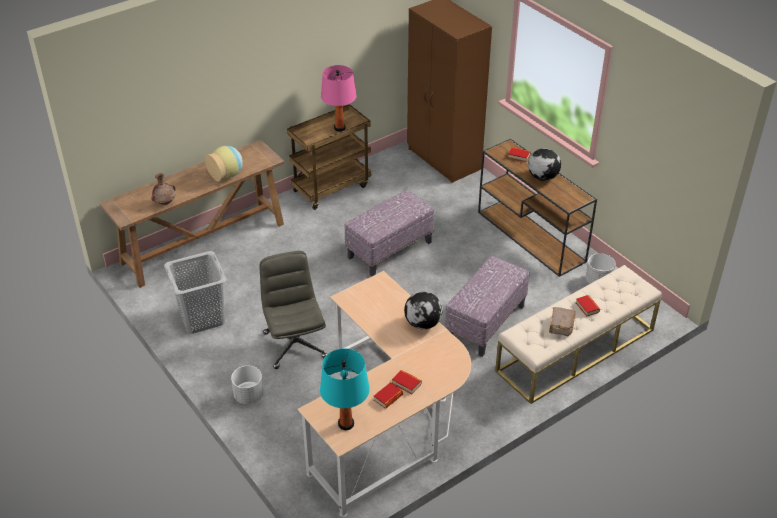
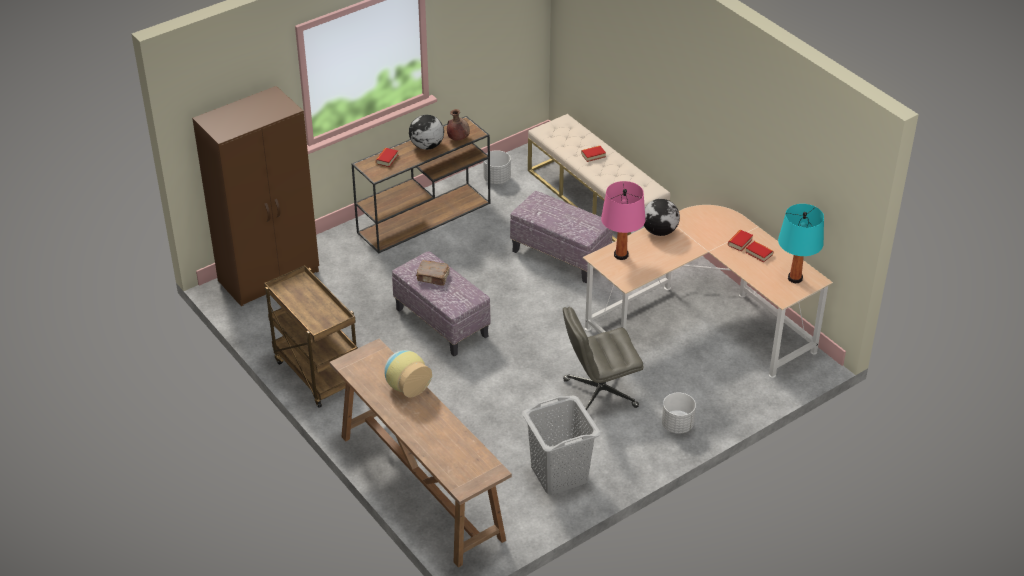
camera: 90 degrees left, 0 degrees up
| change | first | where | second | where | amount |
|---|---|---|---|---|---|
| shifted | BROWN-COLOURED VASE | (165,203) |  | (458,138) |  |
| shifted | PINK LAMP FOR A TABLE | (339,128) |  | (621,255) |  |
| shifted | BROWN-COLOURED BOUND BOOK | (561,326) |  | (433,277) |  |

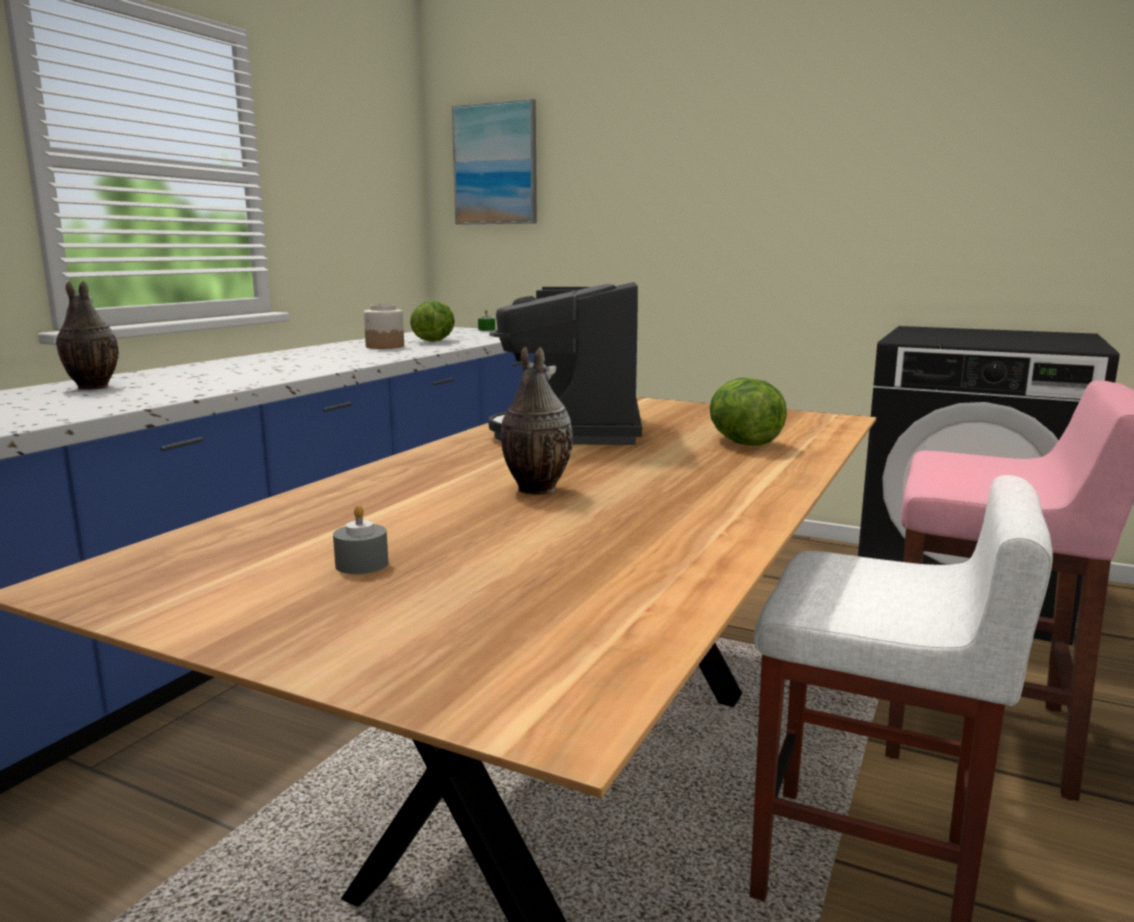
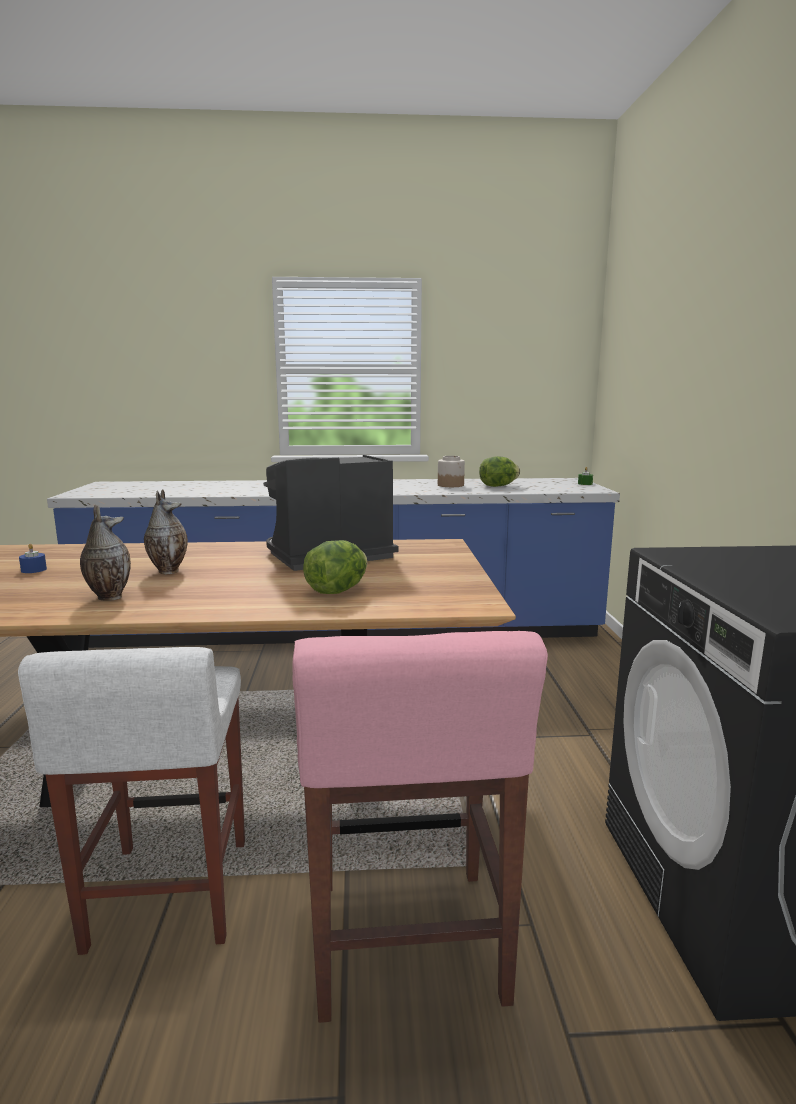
camera: 60 degrees right, 0 degrees up
| change | first | where | second | where | amount |
|---|---|---|---|---|---|
| gone | PICTURE | (496,164) |  |  |  |
| shifted | VASE | (91,387) |  | (108,597) |  |
| repainted | GRAY CANDLE | (362,564) | BLUE-COLOURED CANDLE | (34,570) |  |

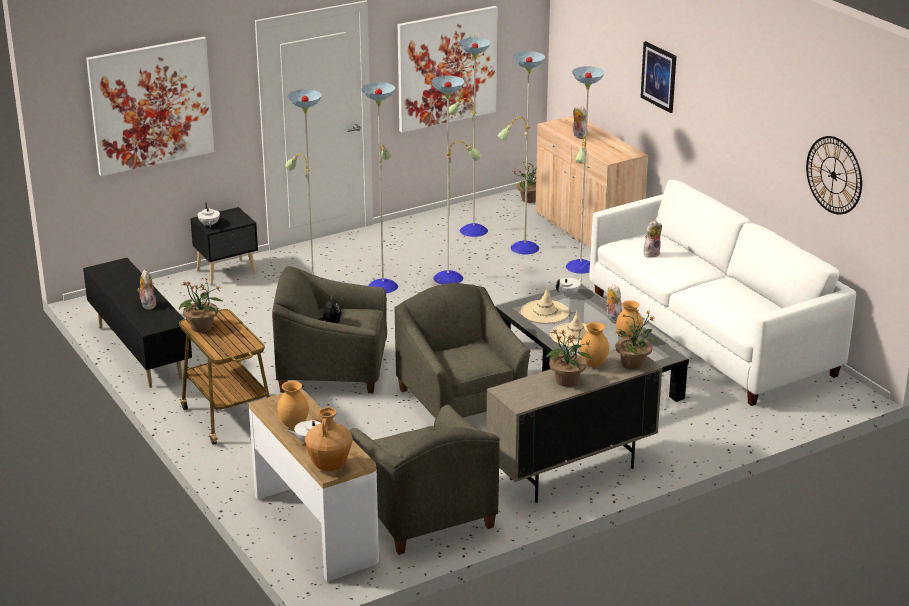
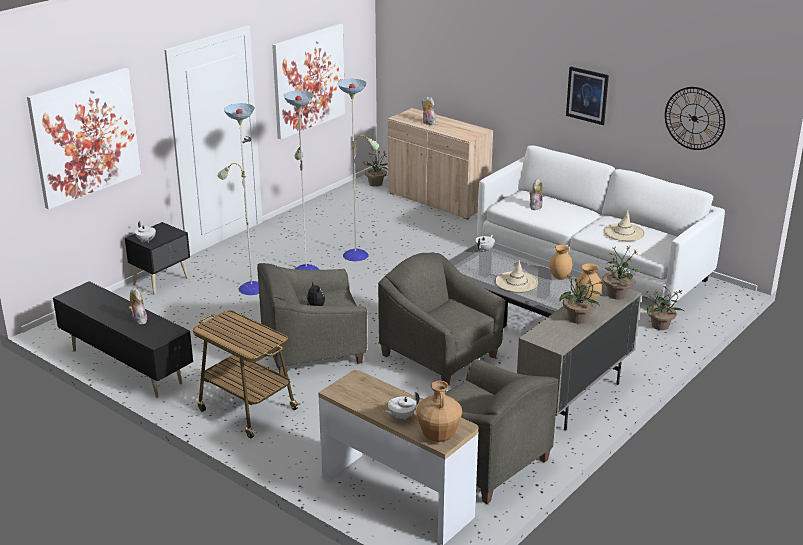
camera: 20 degrees left, 0 degrees up
| change | first | where | second | where | amount |
|---|---|---|---|---|---|
| gone | BROWN-COLOURED VASE | (294,425) |  |  |  |
| gone | STANDING LAMP | (523,248) |  |  |  |
| gone | SOFT TOY | (612,319) |  |  |  |
| shifted | POTTED PLANT | (202,327) |  | (660,326) |  |
| shifted | BEIGE-COLOURED CLOTHING HAT | (544,312) |  | (624,232) |  |
| shifted | PICTURE | (659,76) |  | (587,95) |  |

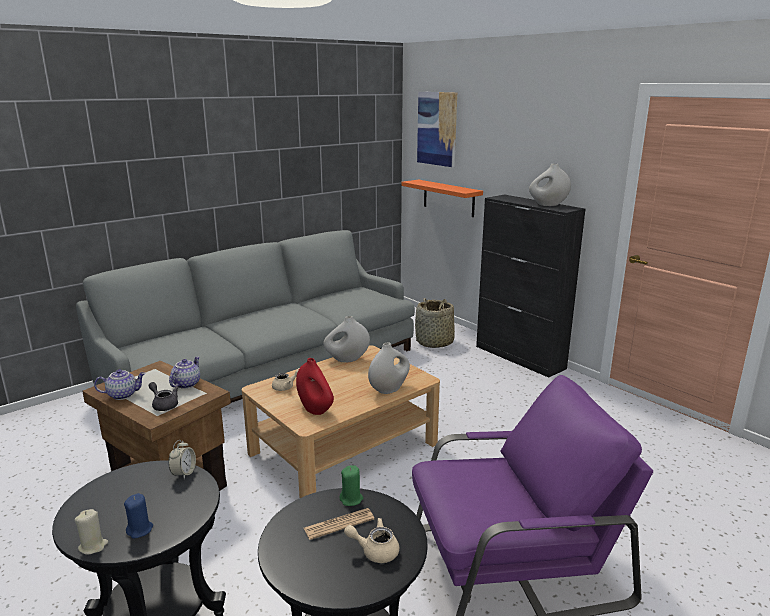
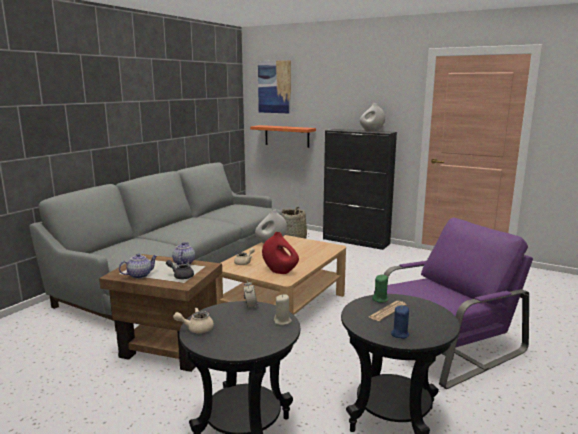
camera: 20 degrees left, 5 degrees down
| change | first | where | second | where | amount |
|---|---|---|---|---|---|
| gone | WHITE VASE | (389,389) |  |  |  |
| shifted | BEIGE-COLOURED CANDLE | (93,546) |  | (282,321) |  |
| shifted | BLUE-COLOURED CANDLE | (140,530) |  | (399,334) |  |
| shifted | BEIGE-COLOURED POT FOR TEA | (375,550) |  | (196,328) |  |

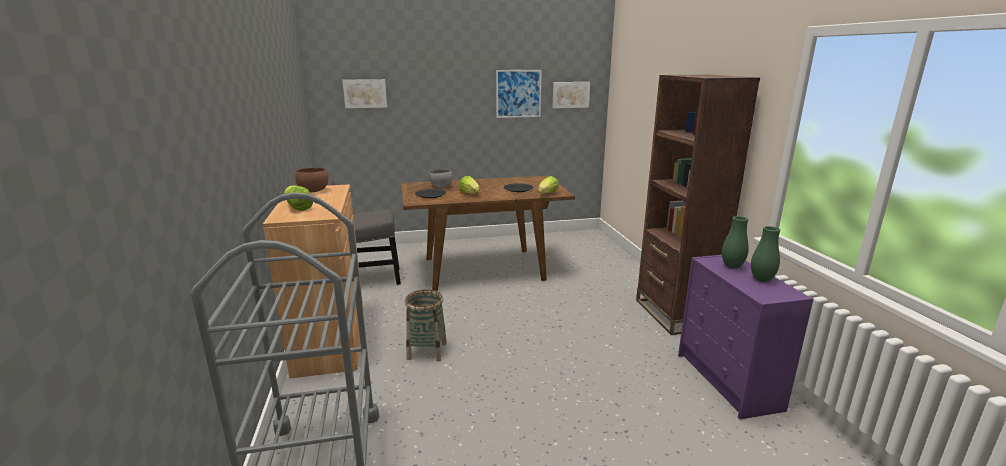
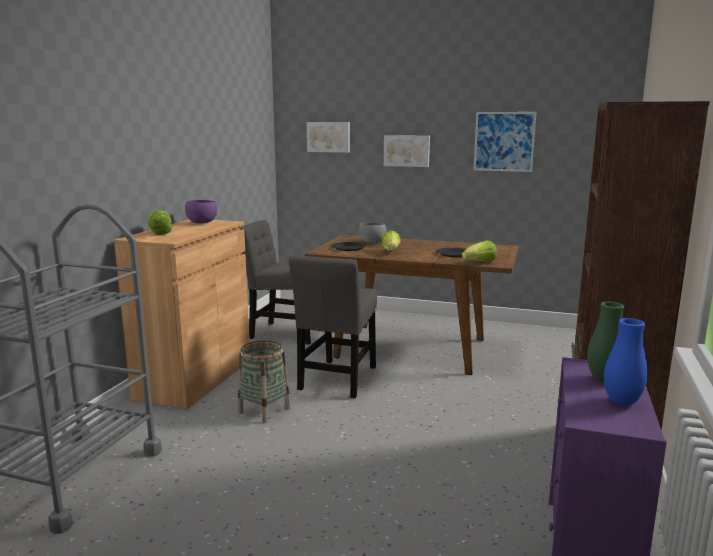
camera: 30 degrees right, 5 degrees down
| change | first | where | second | where | amount |
|---|---|---|---|---|---|
| new |  |  | GRAY PLAIN CHAIR | (337,380) |  |
| shifted | PICTURE | (570,94) |  | (406,150) |  |
| repainted | BROWN-COLOURED DEEP DISH | (313,191) | PURPLE DEEP DISH | (201,223) |  |
| repainted | GREEN VASE | (761,280) | BLUE-COLOURED VASE | (622,402) |  |

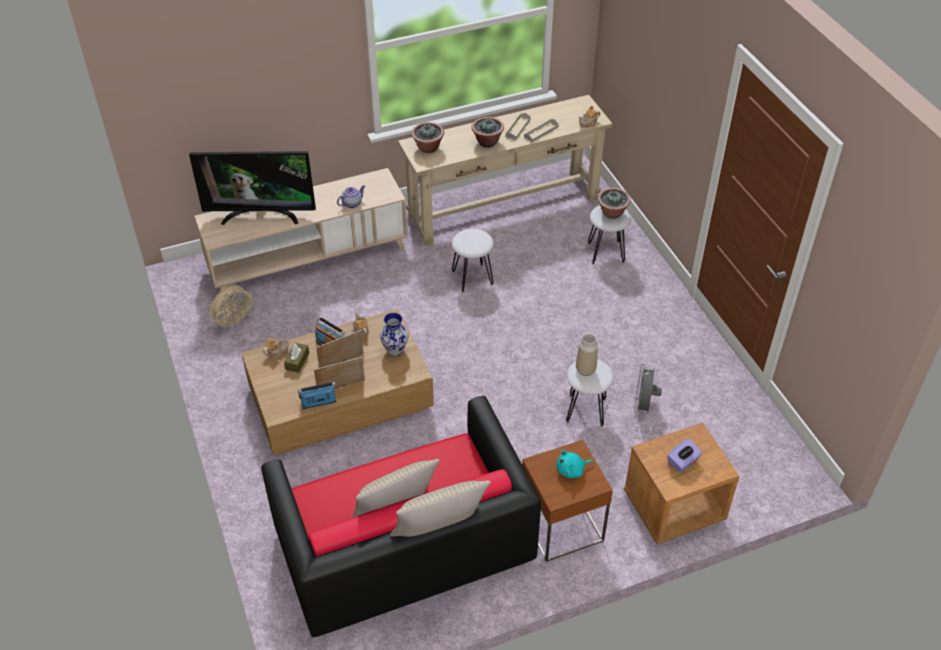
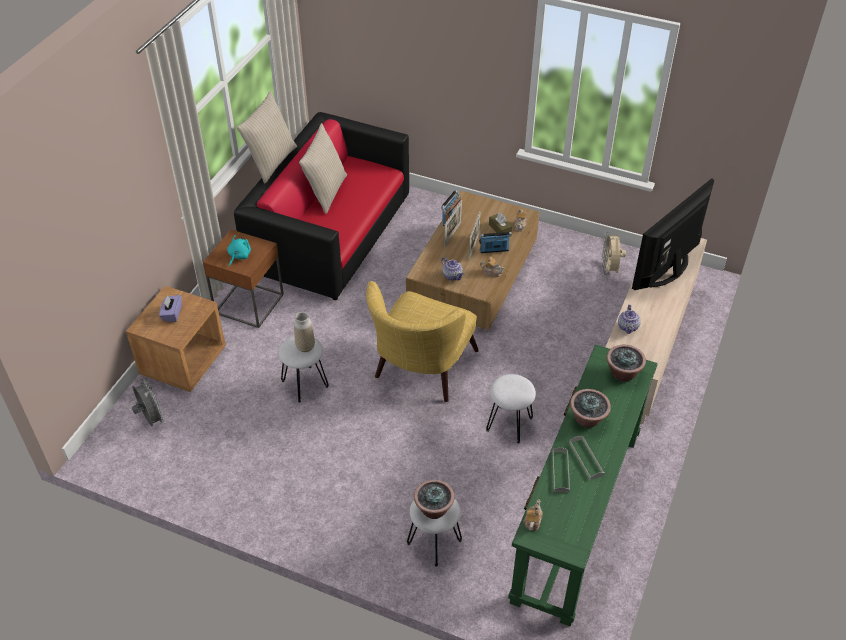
camera: 135 degrees right, 0 degrees up
| change | first | where | second | where | amount |
|---|---|---|---|---|---|
| new |  |  | YELLOW LOUNGE CHAIR | (420,371) |  |
| shifted | GRAY ELECTRIC FAN | (643,406) |  | (151,419) |  |
| swapped | VASE | (395,349) | POT FOR TEA | (452,276) |  |
| repainted | BEIGE-COLOURED NARROW TABLE | (504,208) | GREEN NARROW TABLE | (576,516) |  |

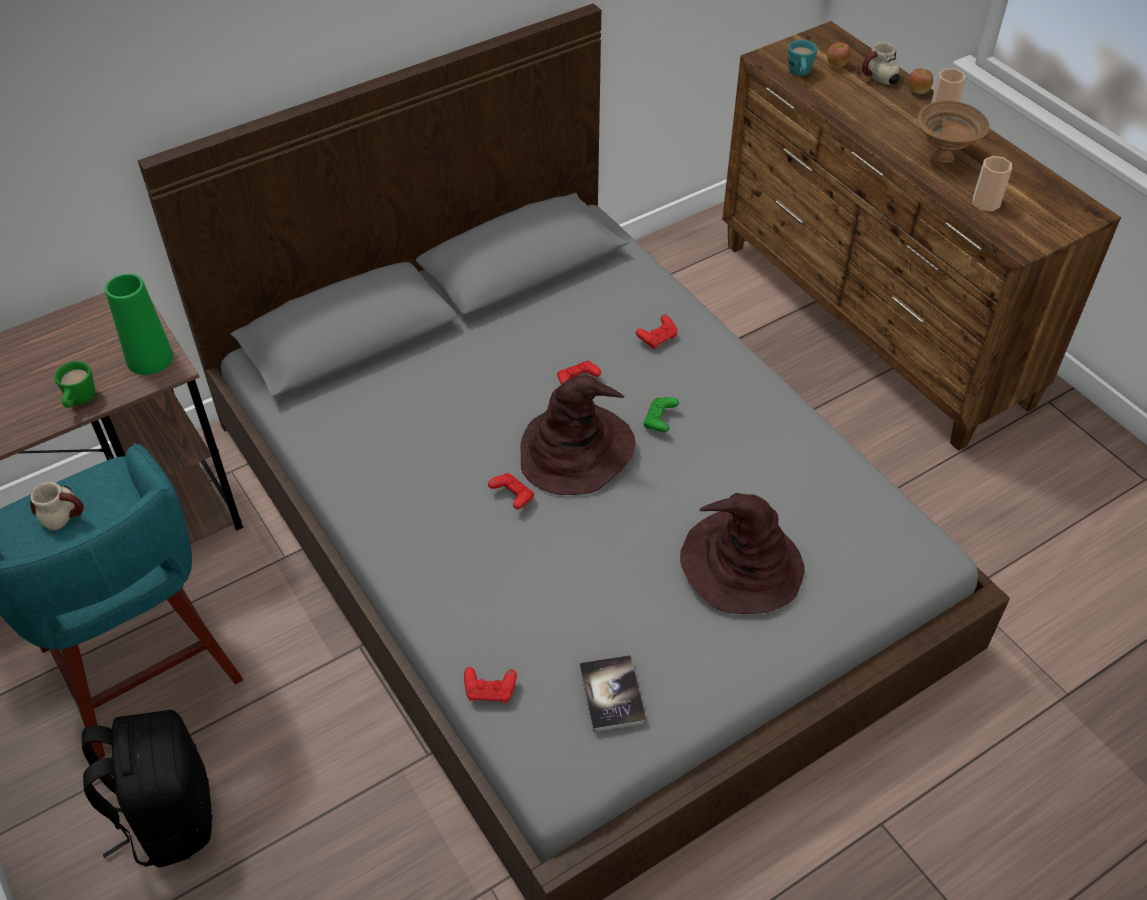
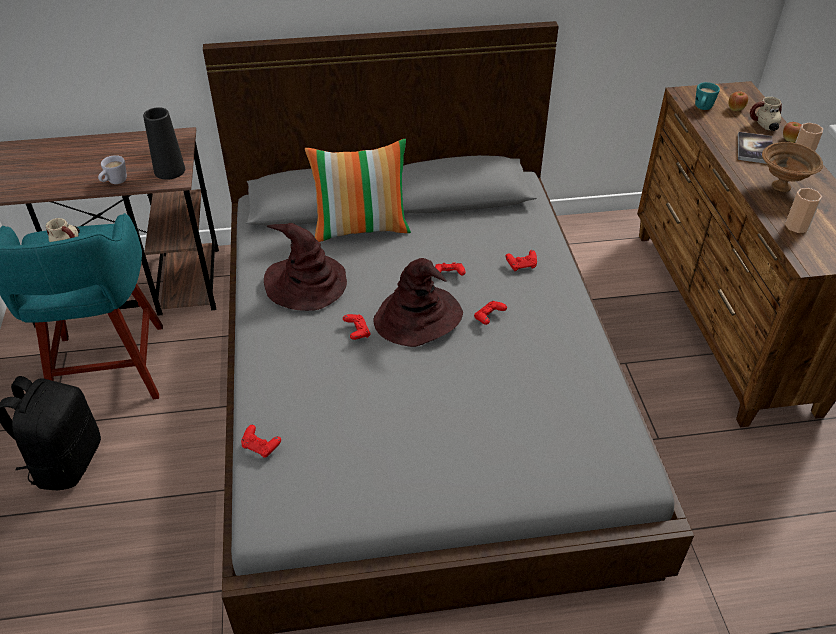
camera: 25 degrees right, 5 degrees down
| change | first | where | second | where | amount |
|---|---|---|---|---|---|
| new |  |  | PILLOW | (361,228) |  |
| shifted | BOUND BOOK | (612,694) |  | (754,149) |  |
| shifted | BROWN-COLOURED CLOTHING HAT | (740,564) |  | (307,284) |  |
| repainted | GREEN TEA MUG | (79,401) | WHITE TEA MUG | (114,182) |  |
| repainted | GREEN VASE | (150,358) | BLACK VASE | (169,170) |  |
| repainted | GREEN GAME CONTROLLER | (660,421) | RED-COLOURED GAME CONTROLLER | (489,318) |  |

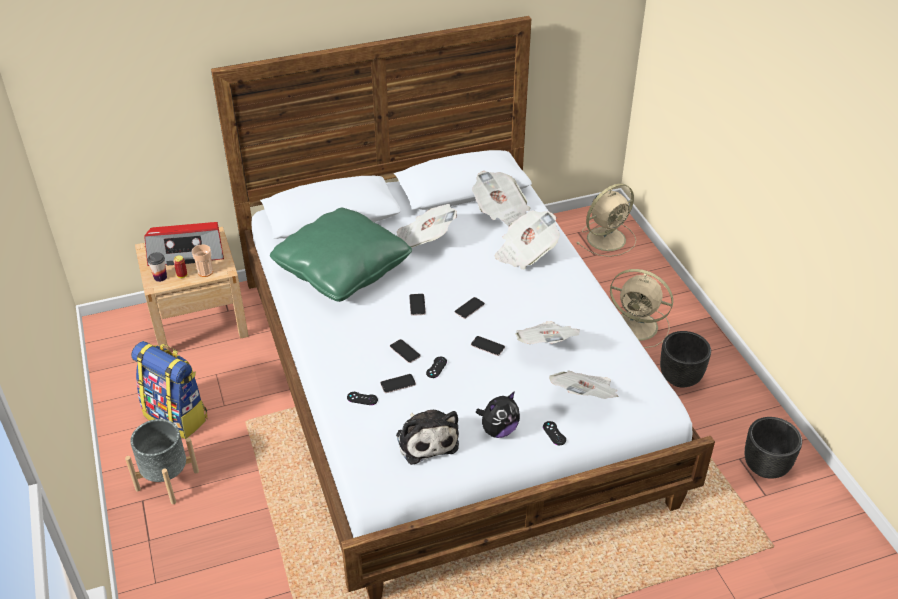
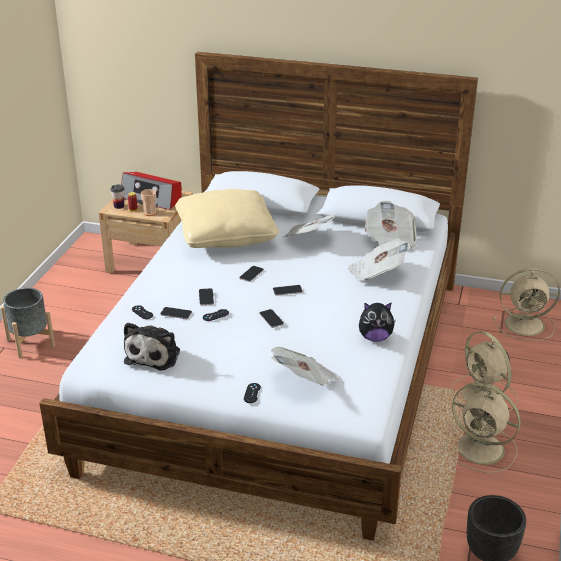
camera: 35 degrees right, 10 degrees down
| change | first | where | second | where | amount |
|---|---|---|---|---|---|
| gone | KNAPSACK | (177,416) |  |  |  |
| gone | PRINTED PAPER | (545,345) |  |  |  |
| shifted | SOFT TOY | (498,430) |  | (375,338) |  |
| swapped | BLACK PLANT POT | (680,377) | BEIGE-COLOURED ELECTRIC FAN | (482,449) |  |
| repainted | GREEN PILLOW | (342,269) | BEIGE-COLOURED PILLOW | (226,235) |  |

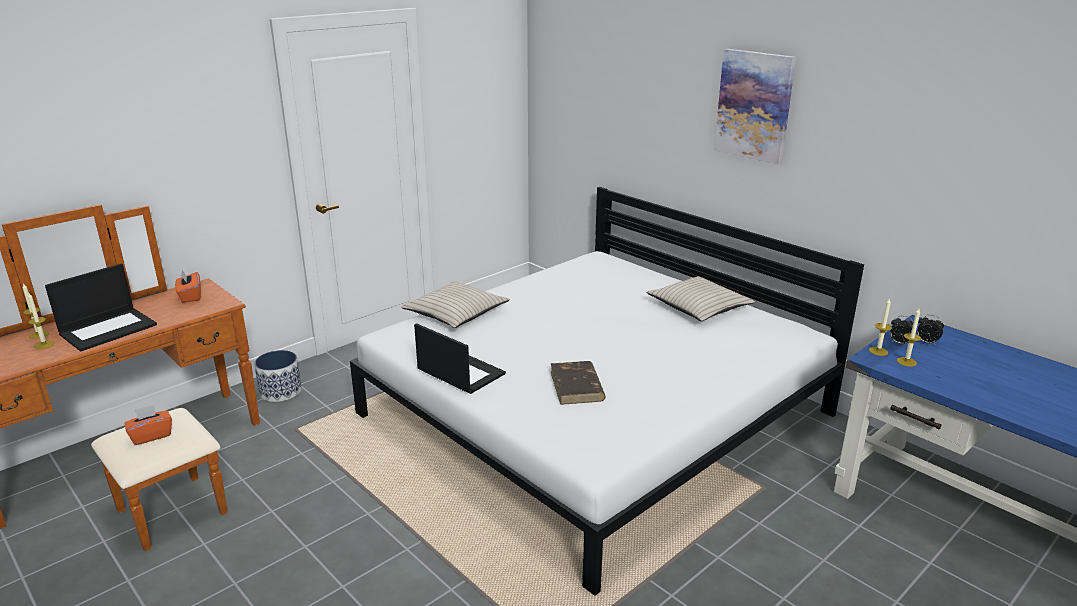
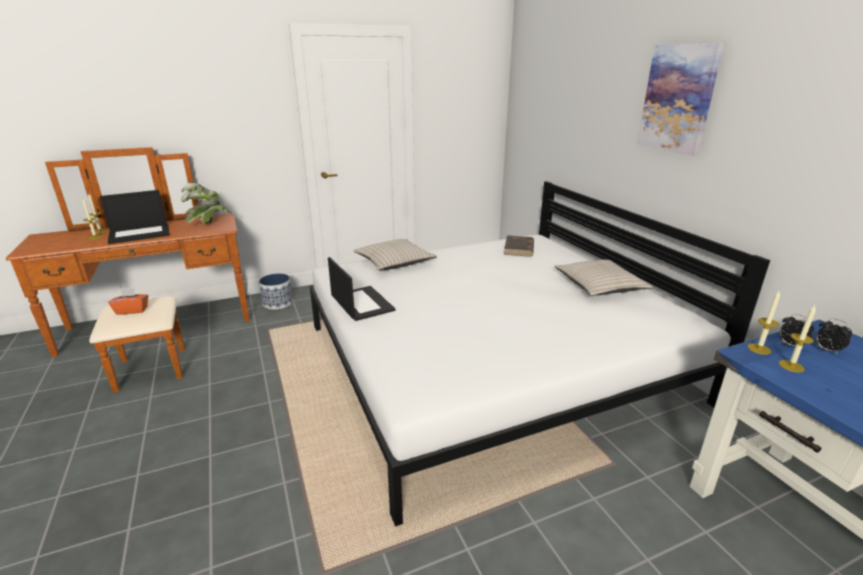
camera: 20 degrees right, 0 degrees up
| change | first | where | second | where | amount |
|---|---|---|---|---|---|
| shifted | BROWN-COLOURED BOUND BOOK | (577,386) |  | (519,248) |  |
| swapped | ORANGEY TISSUE BOX | (190,296) | POTTED PLANT | (209,222) |  |

